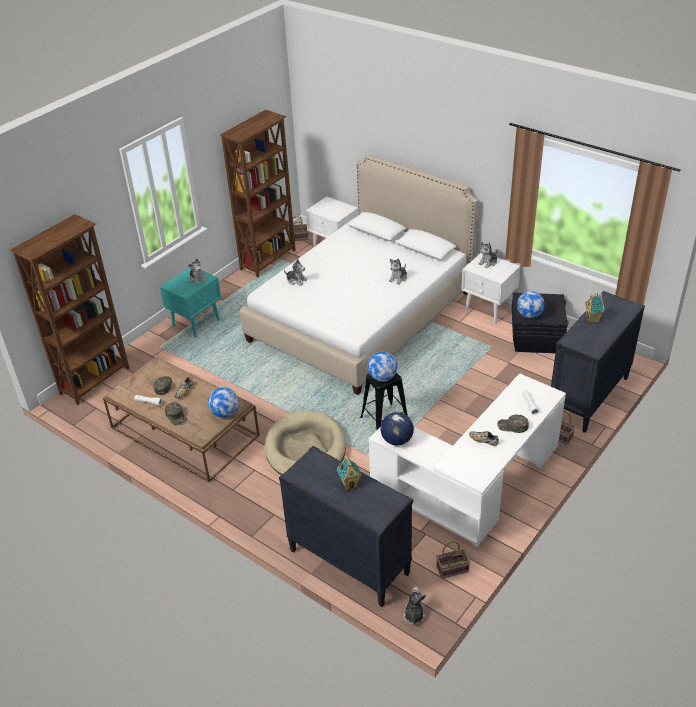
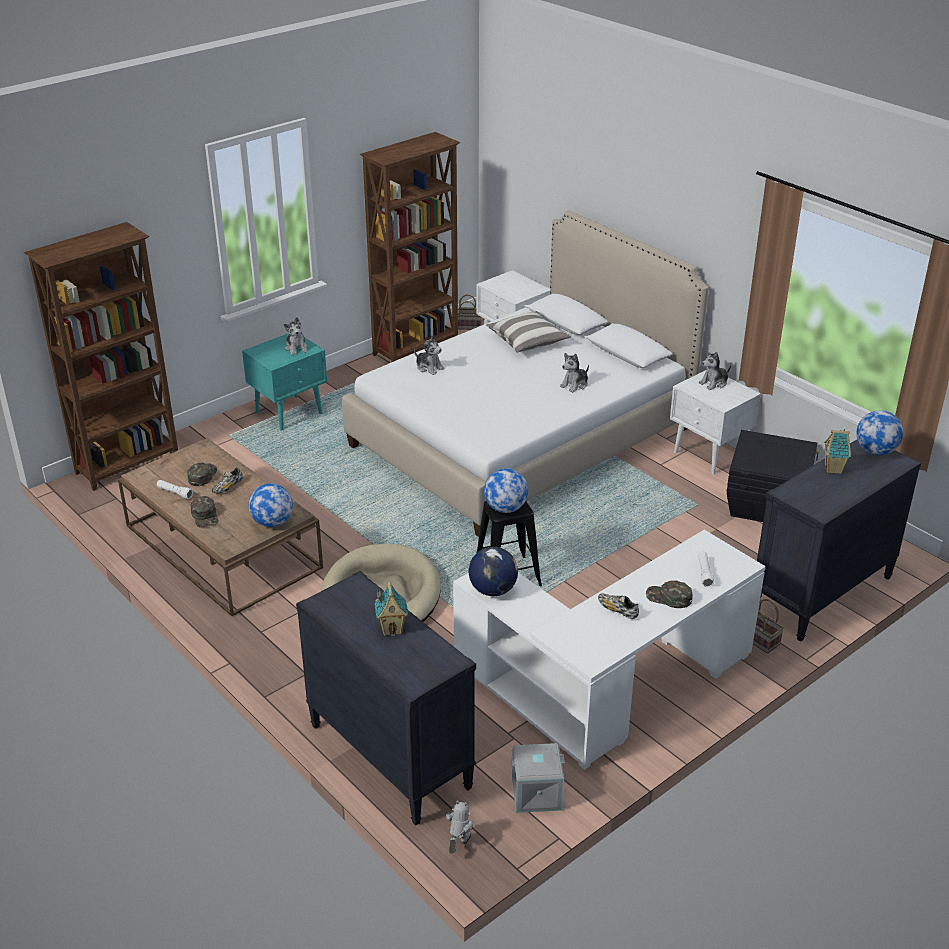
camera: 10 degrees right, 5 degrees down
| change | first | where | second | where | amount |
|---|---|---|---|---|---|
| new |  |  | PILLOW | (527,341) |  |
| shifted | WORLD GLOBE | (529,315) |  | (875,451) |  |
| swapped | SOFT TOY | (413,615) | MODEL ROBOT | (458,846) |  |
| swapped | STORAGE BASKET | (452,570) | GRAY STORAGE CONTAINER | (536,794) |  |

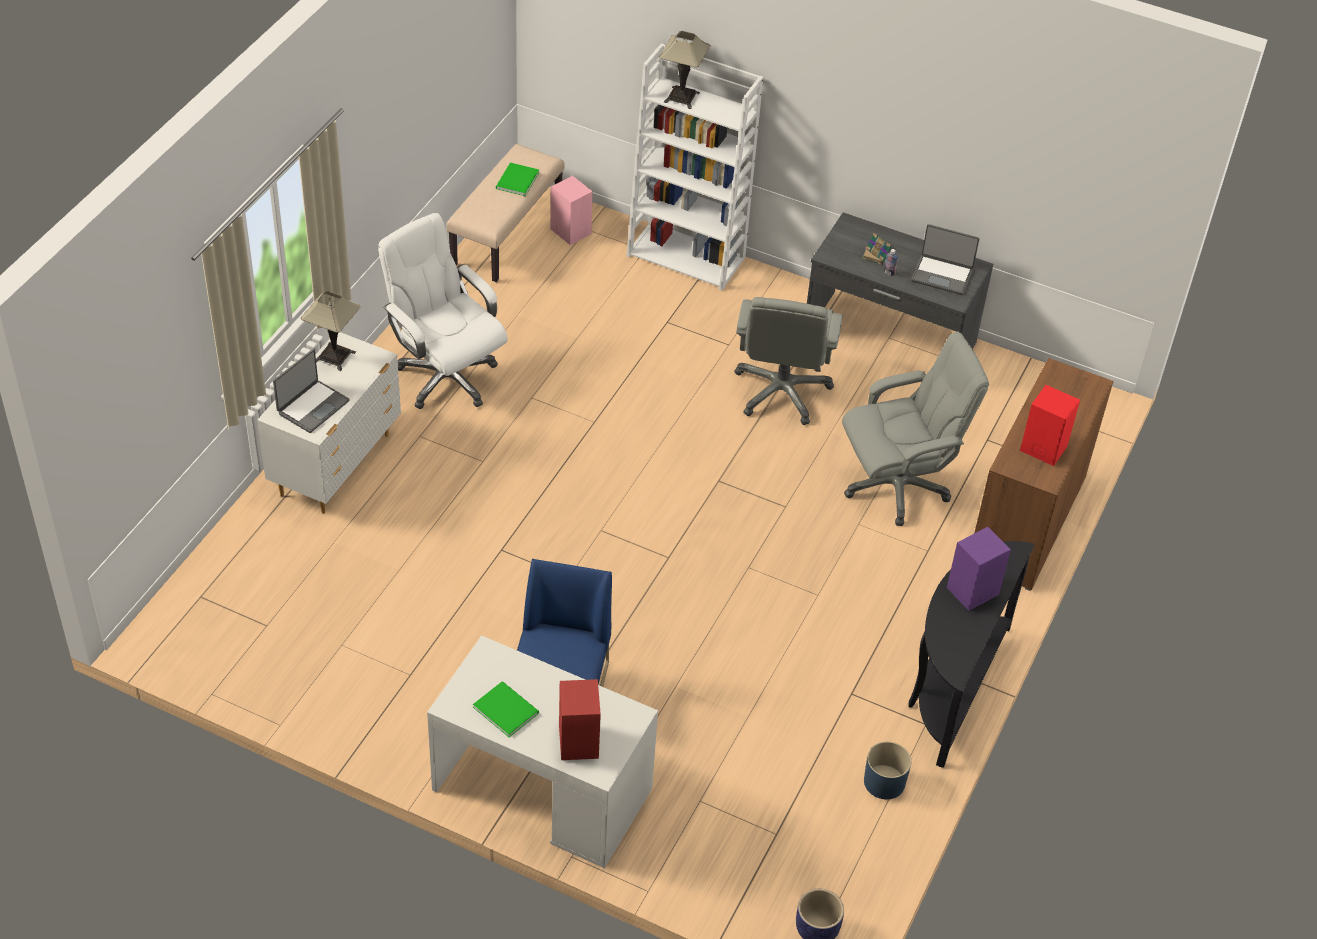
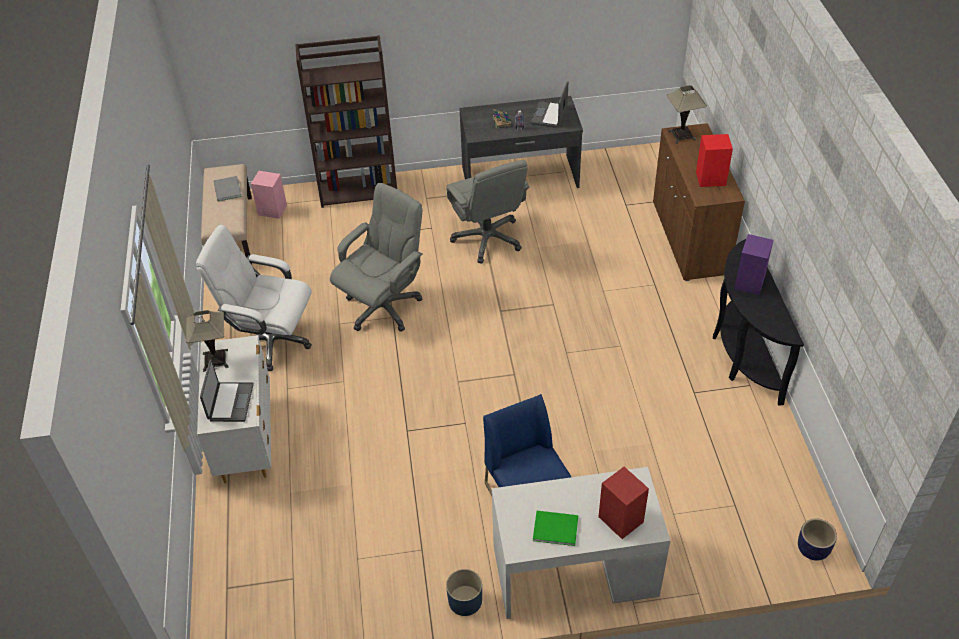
camera: 30 degrees left, 0 degrees up
| change | first | where | second | where | amount |
|---|---|---|---|---|---|
| shifted | LAMP FOR A TABLE | (681,97) |  | (681,135) |  |
| shifted | GRAY COMPUTER CHAIR | (897,485) |  | (383,306) |  |
| shifted | BLUE-COLOURED PLANT POT | (884,782) |  | (465,601) |  |
| repainted | GREEN BOUND BOOK | (516,181) | GRAY BOUND BOOK | (227,190) |  |
| repainted | WHITE SHELVING UNIT | (687,256) | BROWN-COLOURED SHELVING UNIT | (359,189) |  |
| rotated | LAPTOP | (942,275) |  | (550,115) | 120 degrees clockwise |

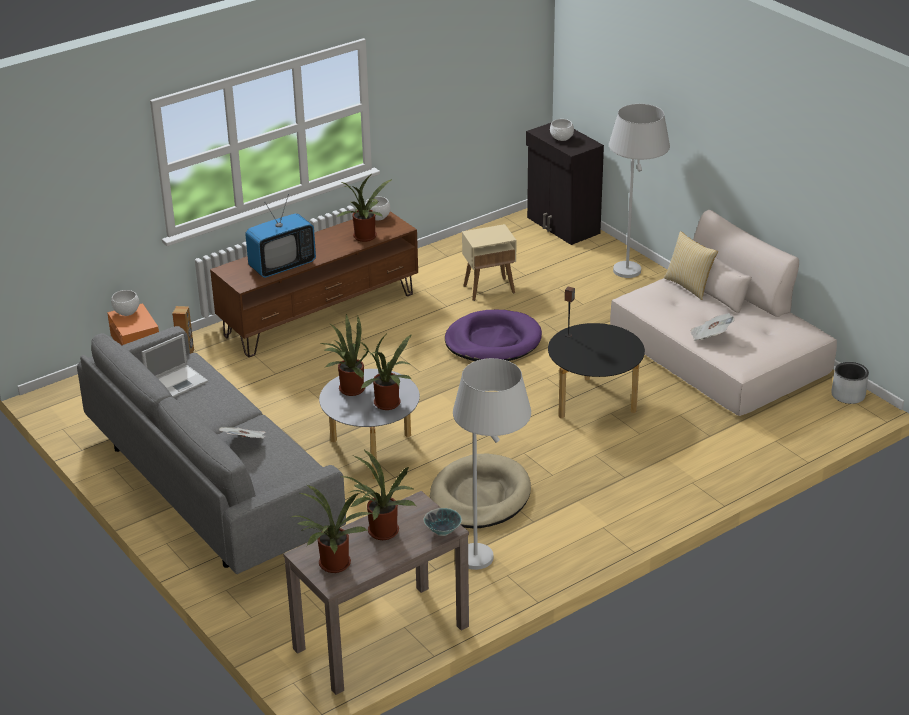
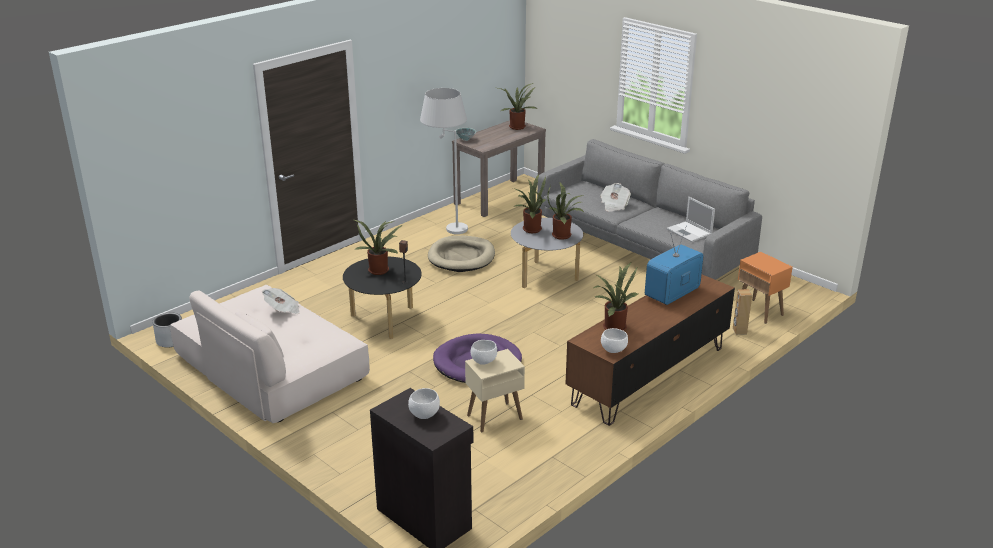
camera: 170 degrees right, 5 degrees down
| change | first | where | second | where | amount |
|---|---|---|---|---|---|
| gone | WHITE STANDING LAMP | (632,278) |  |  |  |
| gone | PILLOW | (689,286) |  |  |  |
| shifted | WHITE DEEP DISH | (126,313) |  | (483,361) |  |
| shifted | POTTED PLANT | (381,533) |  | (380,270) |  |
| rotated | LAPTOP | (177,382) |  | (690,232) | 75 degrees counterclockwise |

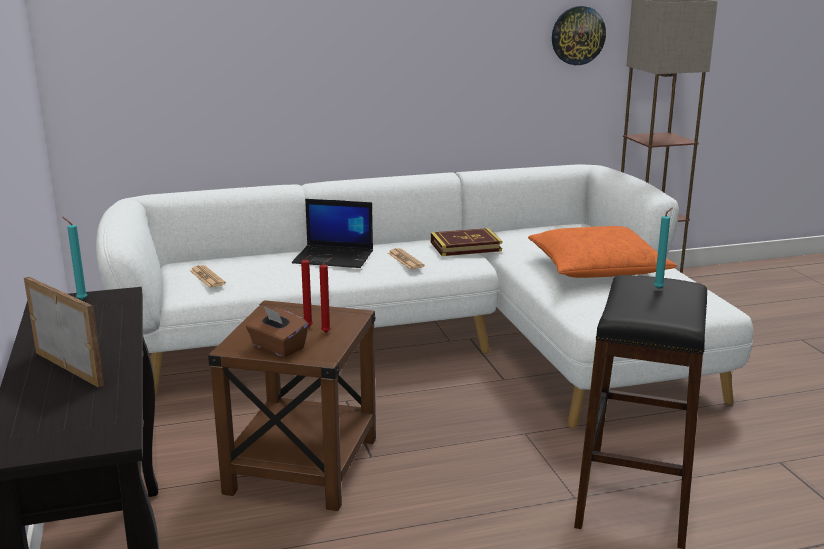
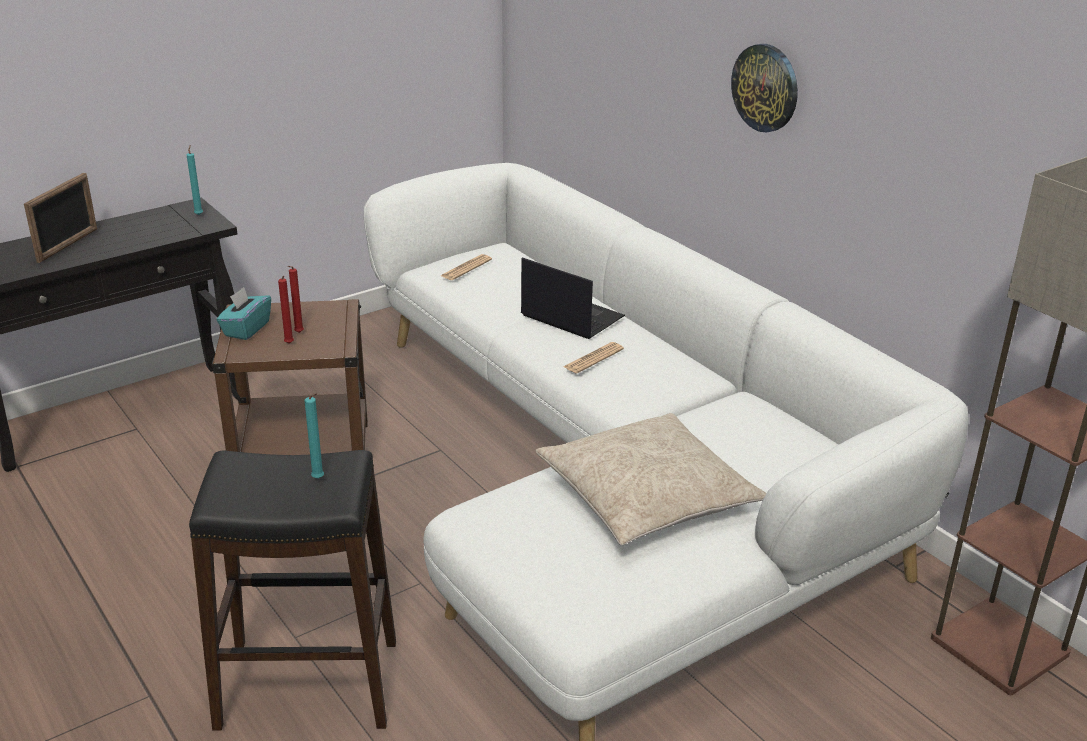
camera: 70 degrees right, 10 degrees up
| change | first | where | second | where | amount |
|---|---|---|---|---|---|
| gone | BOUND BOOK | (465,246) |  |  |  |
| shifted | HANGING CLOCK | (578,35) |  | (765,87) |  |
| repainted | BROWN-COLOURED TISSUE BOX | (277,348) | TURQUOISE TISSUE BOX | (246,329) |  |
| repainted | ORANGEY PILLOW | (596,268) | BEIGE-COLOURED PILLOW | (646,495) |  |
| rotated | LAPTOP | (334,257) |  | (570,316) | 135 degrees clockwise |

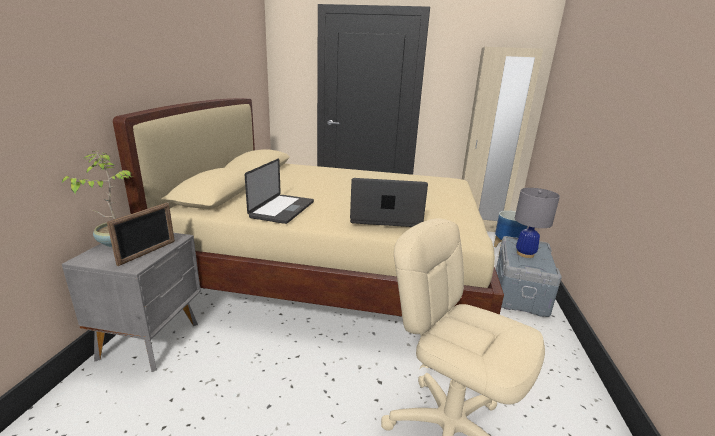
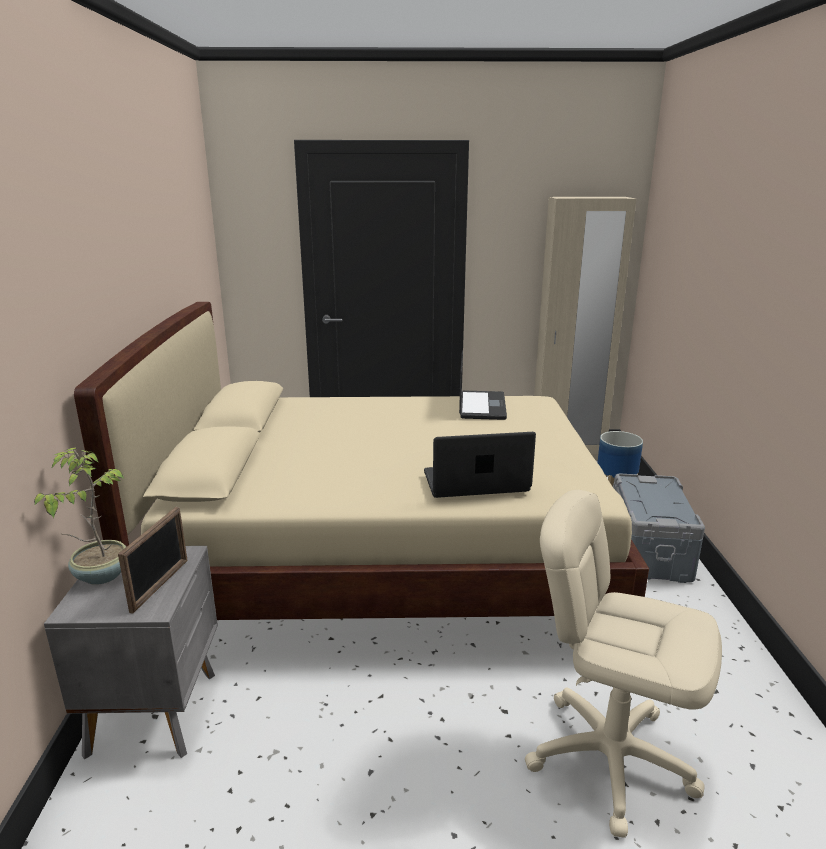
camera: 10 degrees left, 0 degrees up
| change | first | where | second | where | amount |
|---|---|---|---|---|---|
| gone | GRAY LAMP FOR A TABLE | (525,254) |  |  |  |
| shifted | LAPTOP | (282,209) |  | (482,406) |  |

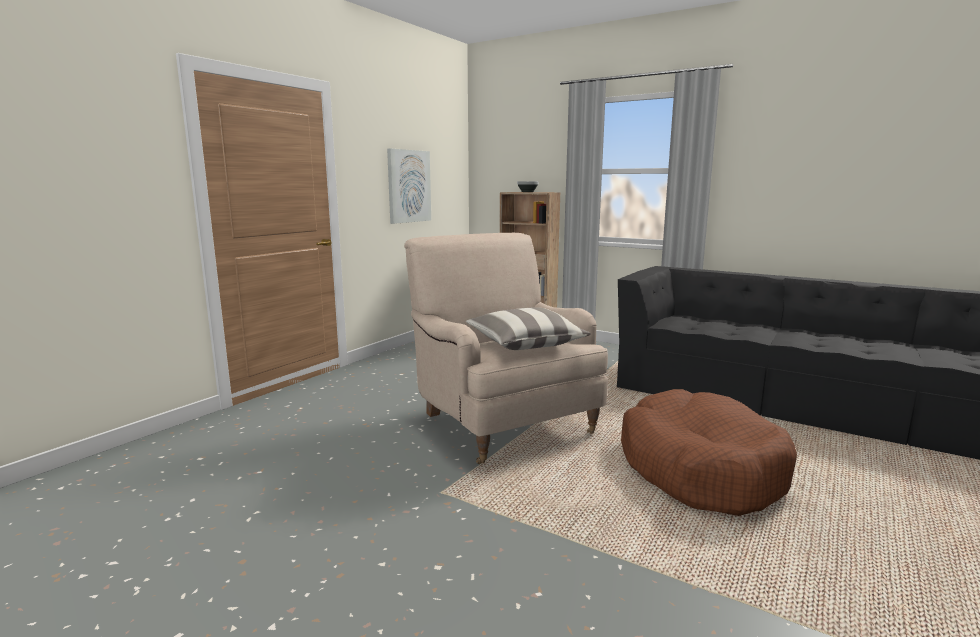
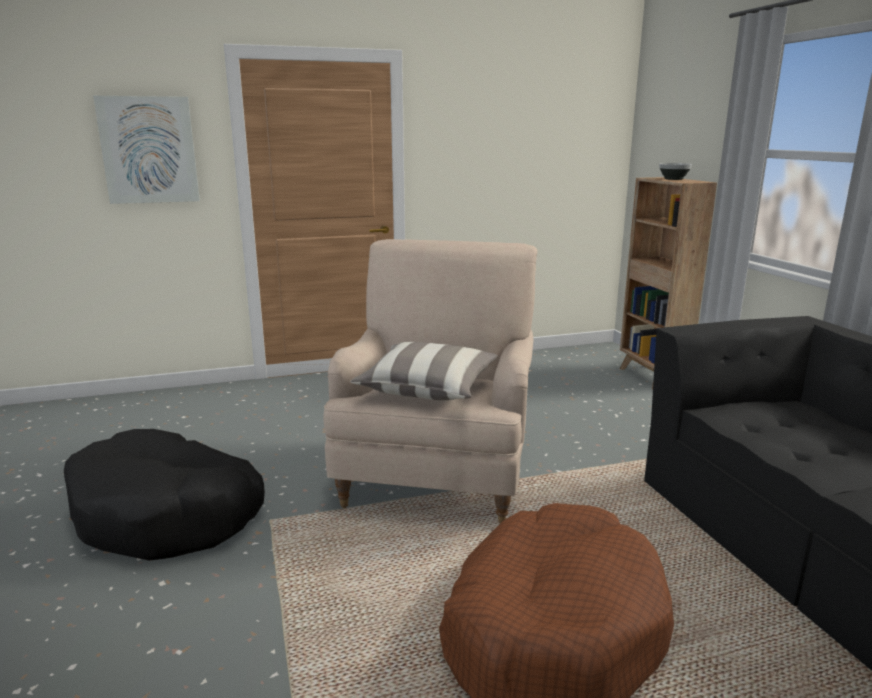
camera: 40 degrees right, 5 degrees up
| change | first | where | second | where | amount |
|---|---|---|---|---|---|
| new |  |  | BLACK PET BED | (167,513) |  |
| shifted | PICTURE | (408,186) |  | (149,150) |  |

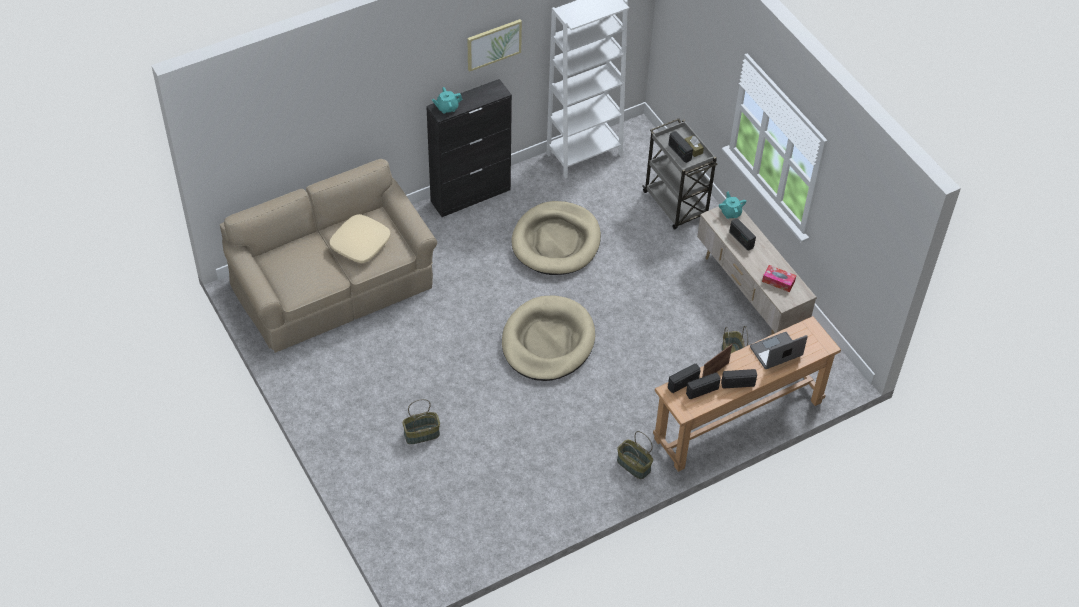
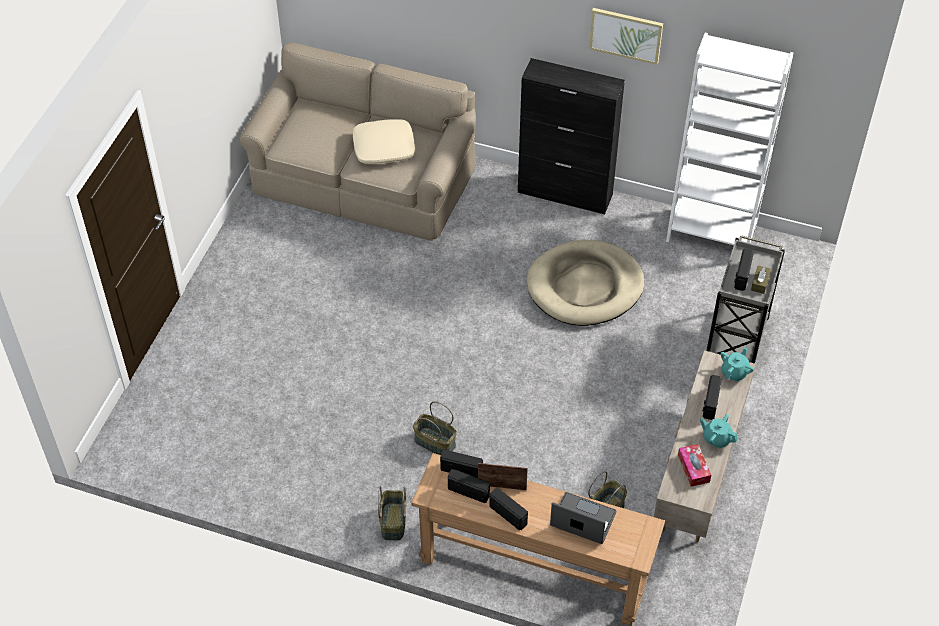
camera: 50 degrees right, 0 degrees up
| change | first | where | second | where | amount |
|---|---|---|---|---|---|
| gone | BEIGE-COLOURED PET BED | (548,342) |  |  |  |
| shifted | STORAGE BASKET | (421,434) |  | (434,443) |  |
| shifted | TURQUOISE POT FOR TEA | (447,108) |  | (716,438) |  |

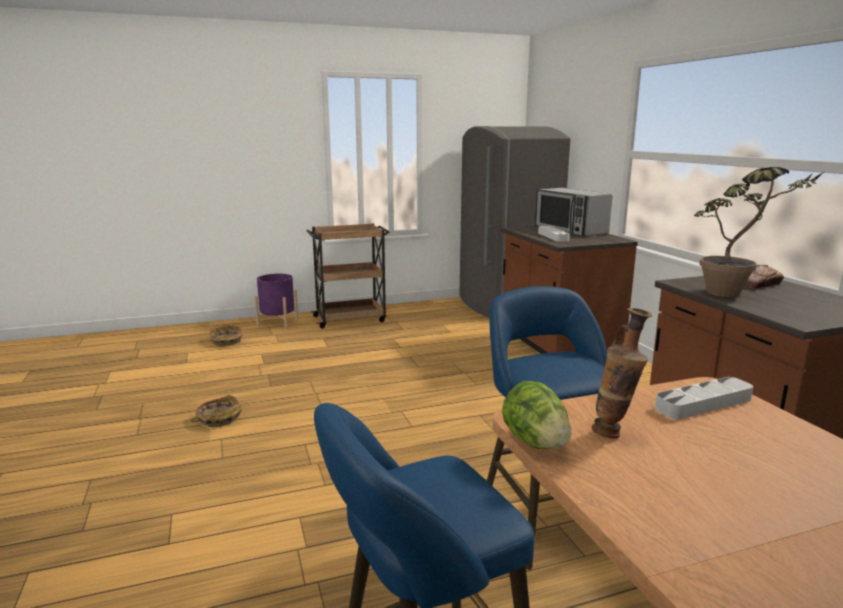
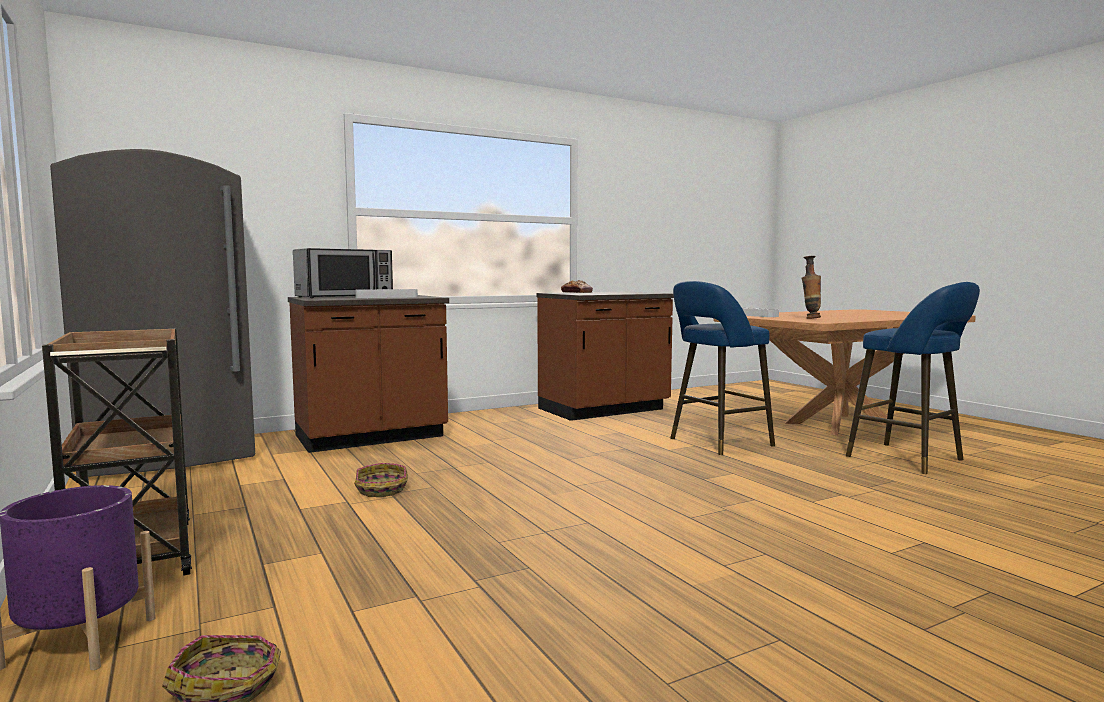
camera: 100 degrees left, 10 degrees down
| change | first | where | second | where | amount |
|---|---|---|---|---|---|
| gone | LETTUCE HEAD | (535,442) |  |  |  |
| gone | POTTED PLANT | (735,295) |  |  |  |
| shifted | STORAGE BASKET | (218,419) |  | (382,490) |  |

